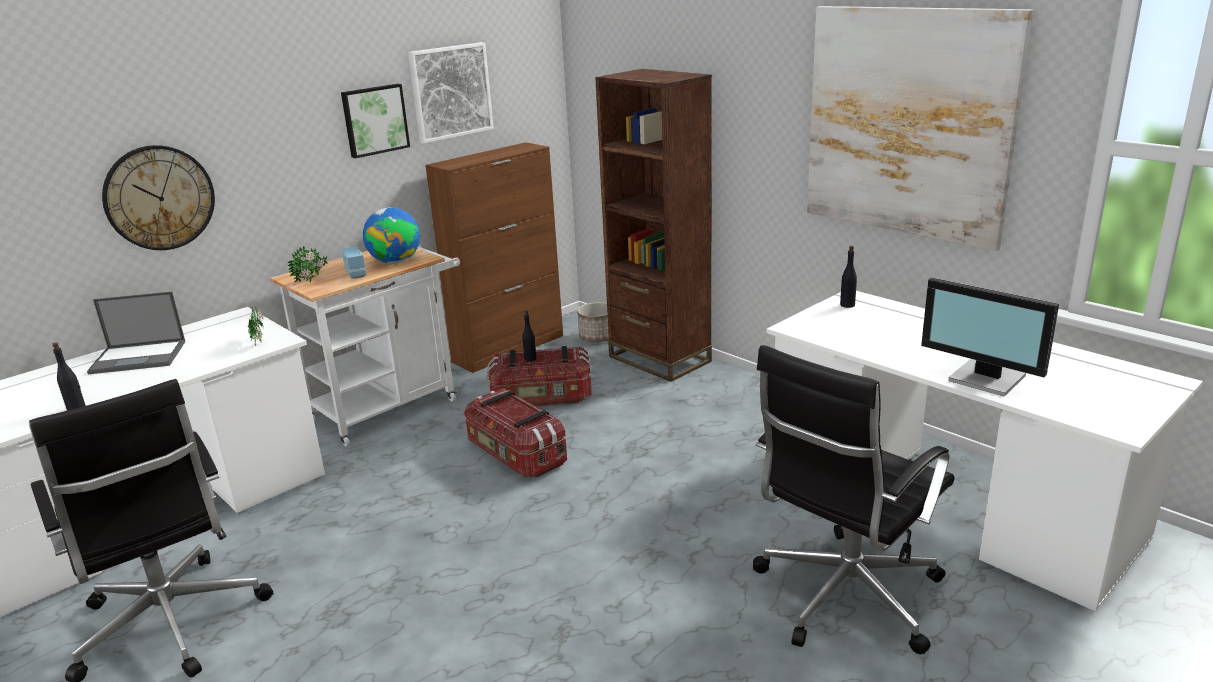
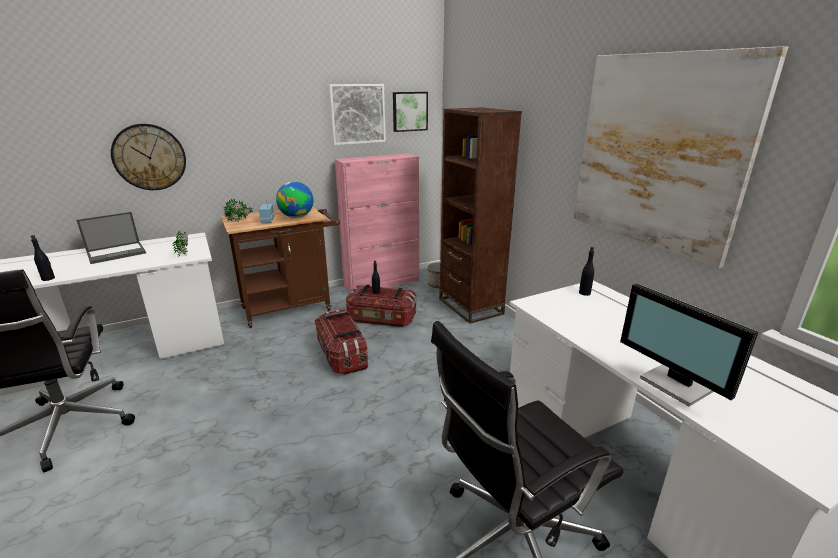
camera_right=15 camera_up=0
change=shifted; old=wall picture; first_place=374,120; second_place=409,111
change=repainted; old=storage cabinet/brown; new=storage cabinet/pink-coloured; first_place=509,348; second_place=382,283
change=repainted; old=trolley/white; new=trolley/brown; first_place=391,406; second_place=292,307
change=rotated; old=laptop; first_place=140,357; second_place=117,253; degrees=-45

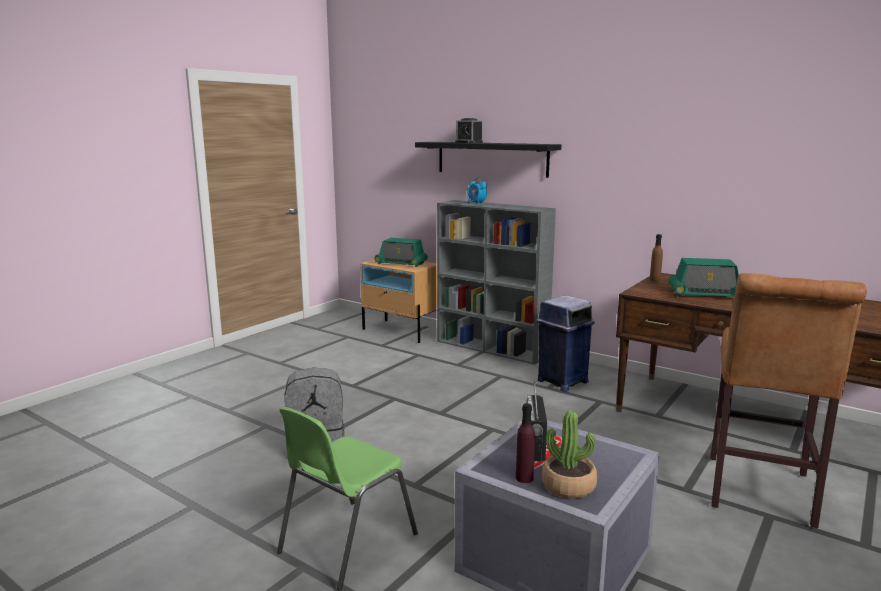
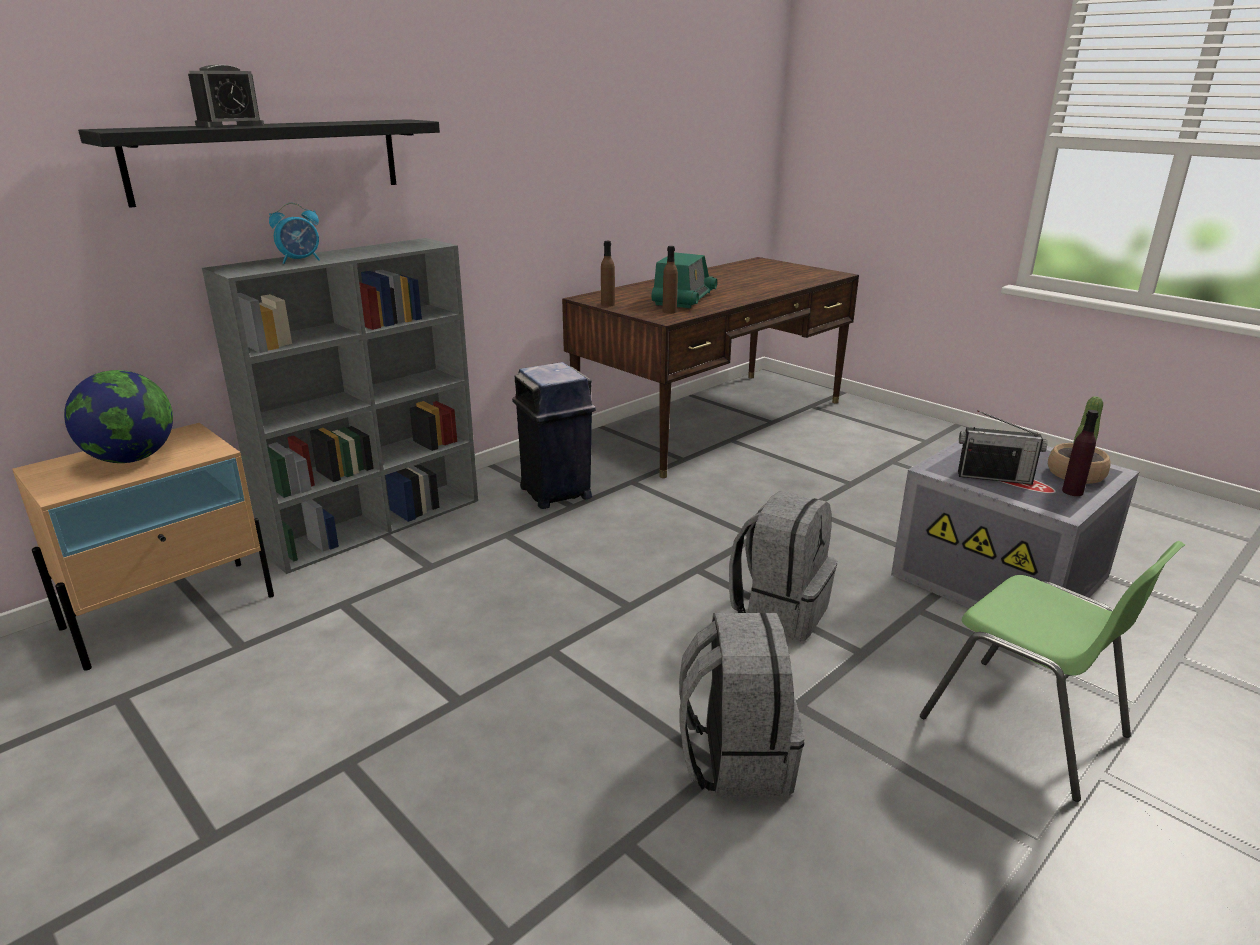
camera_right=-80 camera_up=10
change=swapped; old=radio set; new=desk globe; first_place=401,263; second_place=131,459
change=gone; old=sitting stool/brown; first_place=759,494
change=new; new=beverage bottle/brown; second_place=669,311
change=new; new=backpack/greyish; second_place=780,611

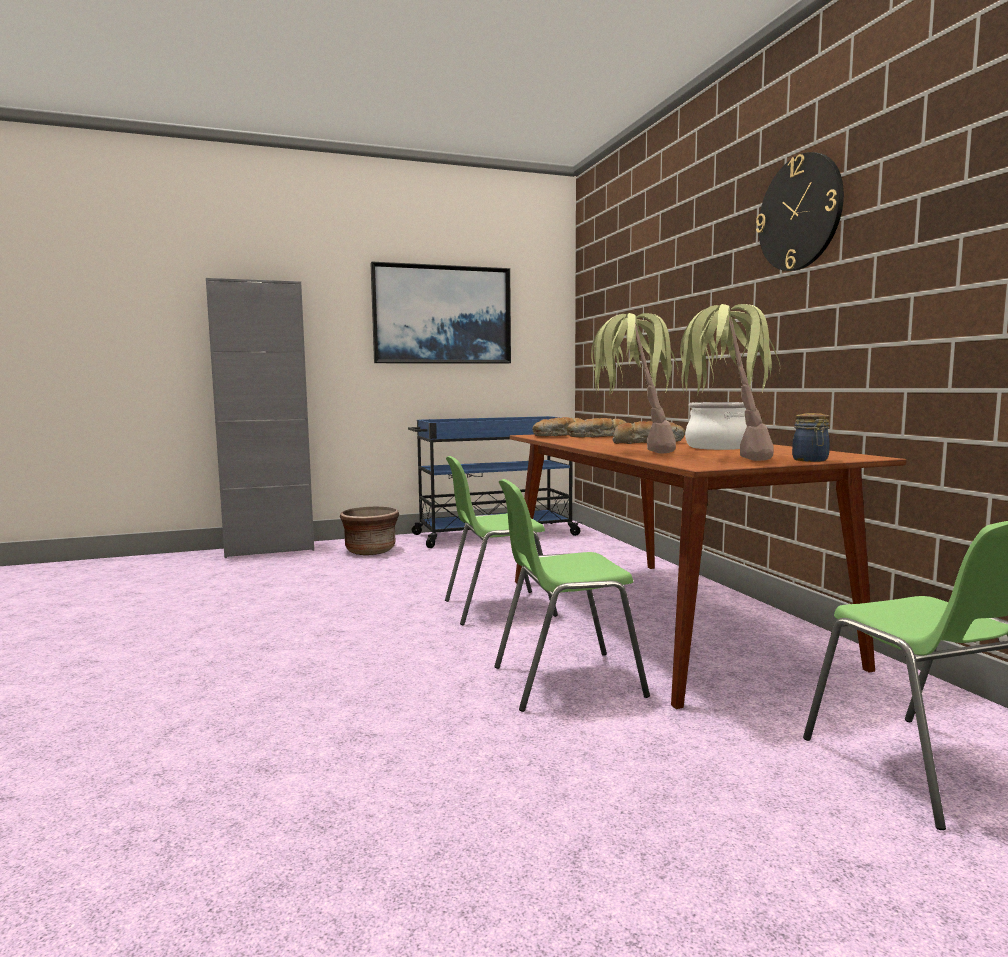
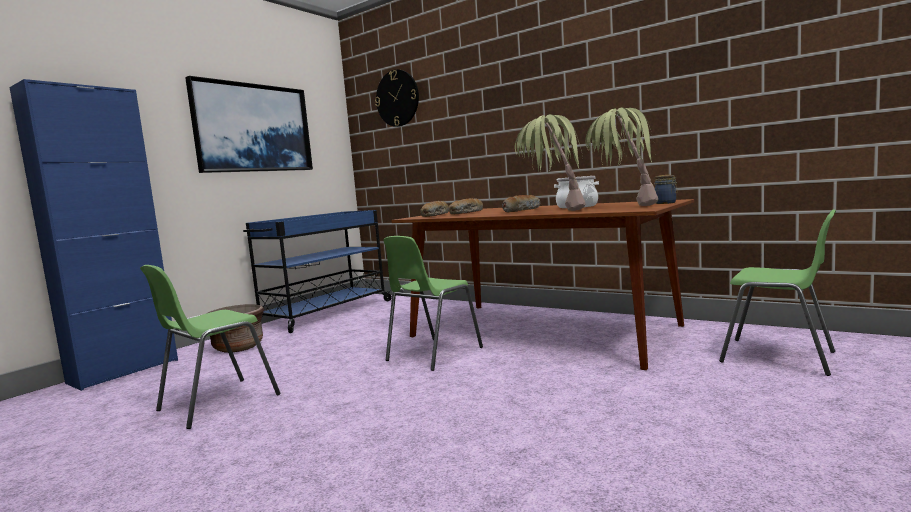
camera_right=-35 camera_up=0
change=shifted; old=wall clock; first_place=800,213; second_place=397,98
change=repainted; old=storage cabinet/greyish; new=storage cabinet/blue; first_place=270,550; second_place=124,371
change=shifted; old=upright chair/greenish; first_place=565,681; second_place=217,403

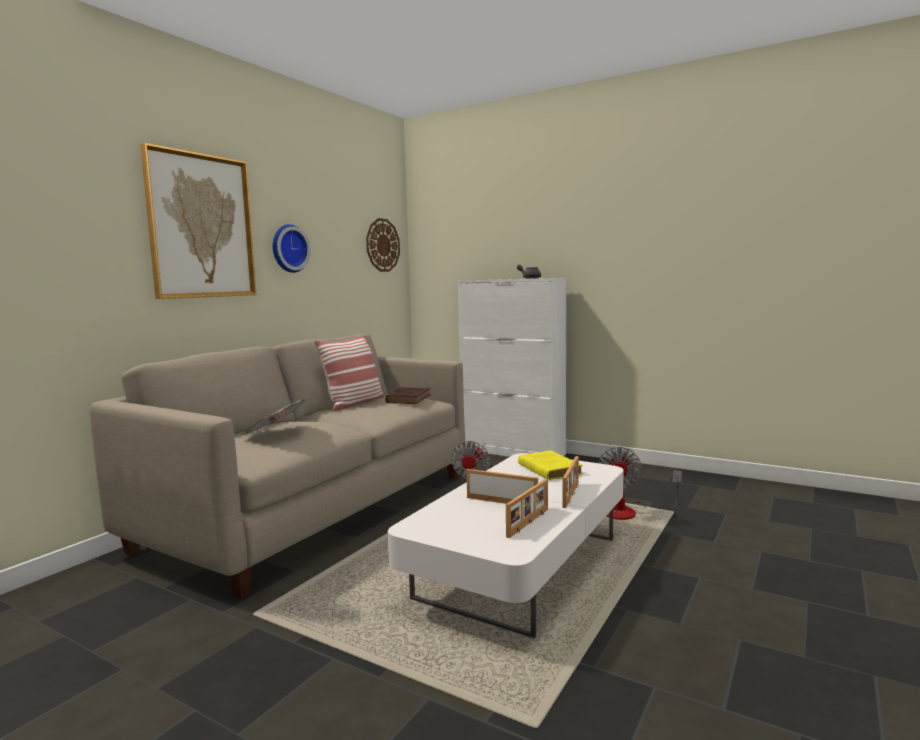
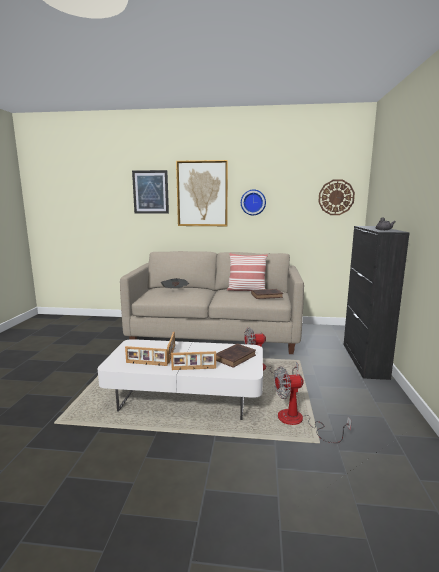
camera_right=65 camera_up=5
change=repainted; old=storage cabinet/white; new=storage cabinet/blackish; first_place=513,452; second_place=364,360
change=repainted; old=bound book/yellow; new=bound book/brown; first_place=548,469; second_place=235,357
change=new; new=wall picture; second_place=150,192

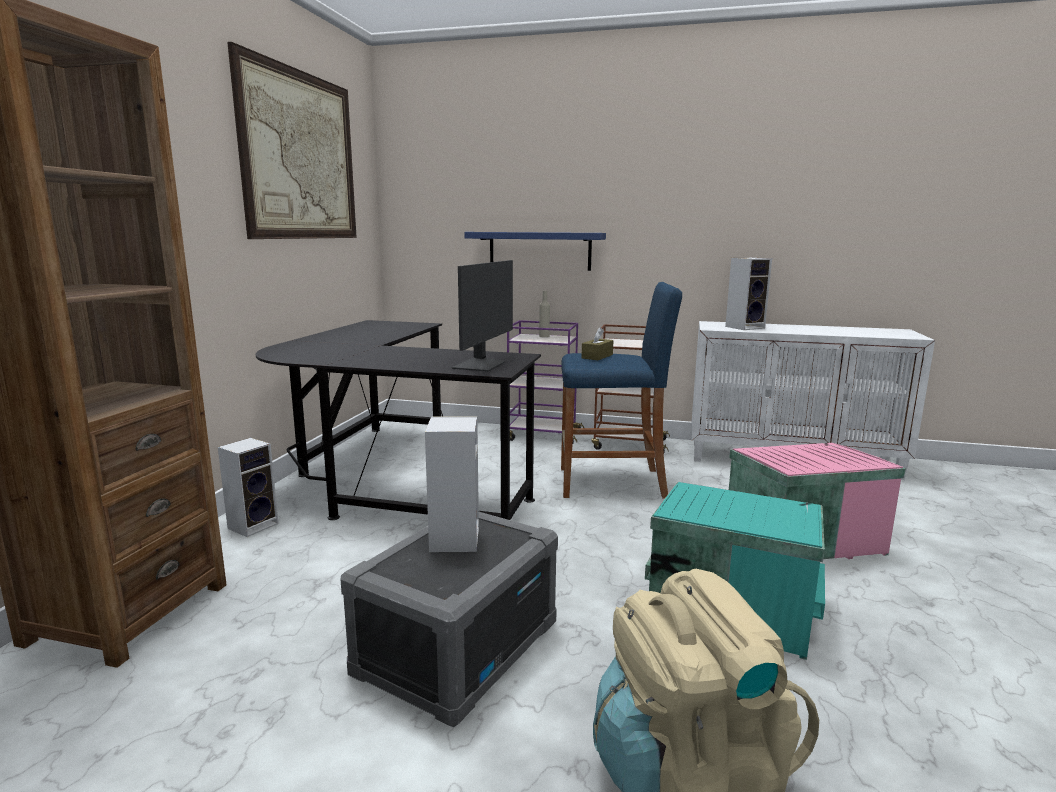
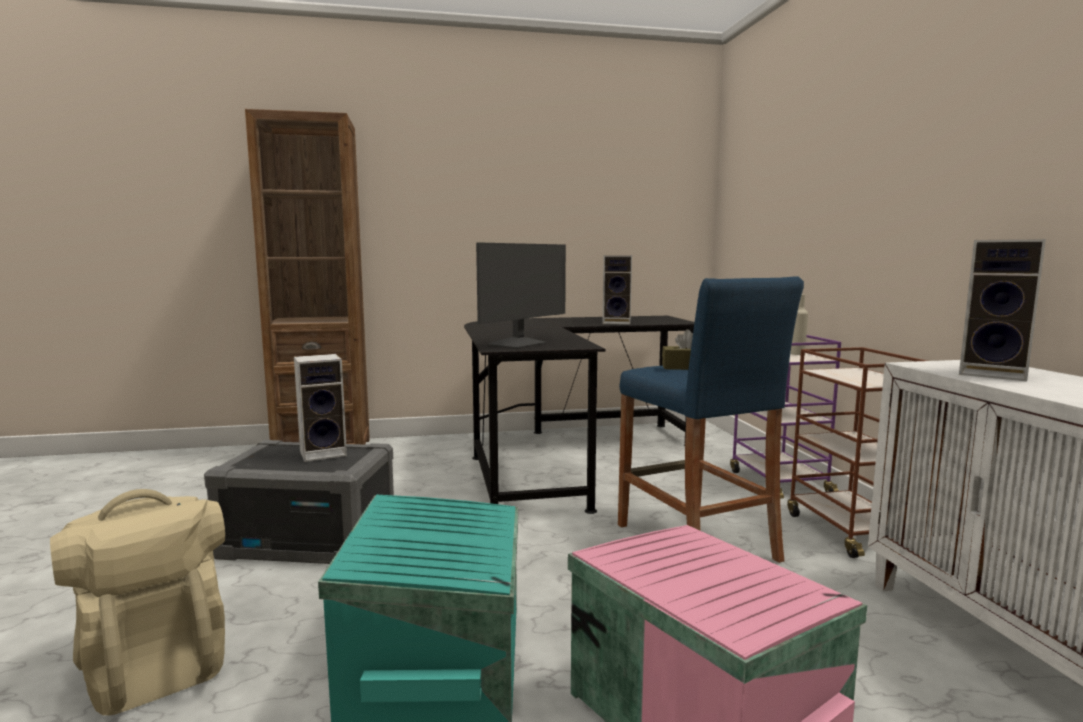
camera_right=65 camera_up=-5
change=gone; old=wall picture; first_place=301,156
change=gone; old=wall shelf/blue; first_place=540,251
change=rotated; old=computer display; first_place=481,365; second_place=518,344; degrees=-45
change=shifted; old=loudspeaker; first_place=254,525; second_place=618,322

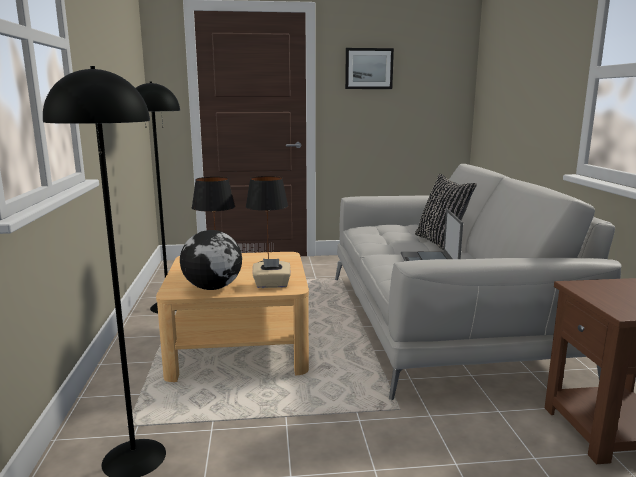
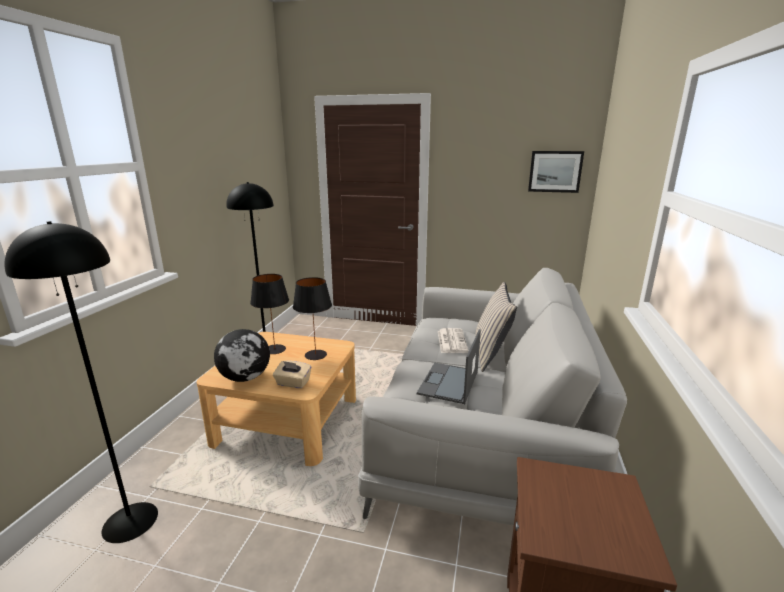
camera_right=20 camera_up=5
change=shifted; old=wall picture; first_place=369,68; second_place=555,171
change=repainted; old=throw pillow/blackish; new=throw pillow/sand-coloured; first_place=441,243; second_place=491,354
change=new; new=daily paper; second_place=451,341

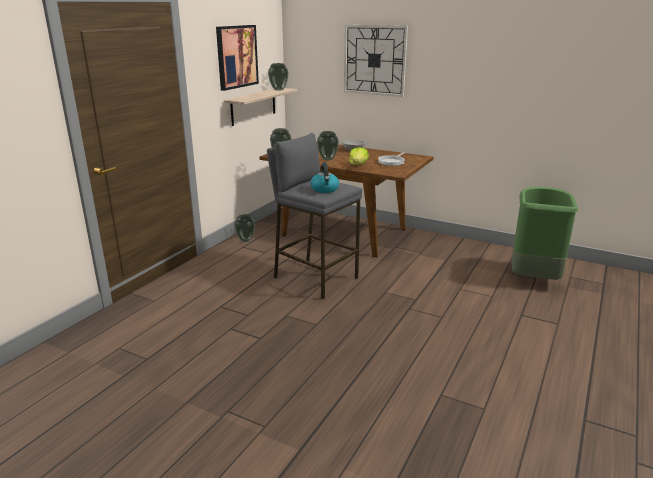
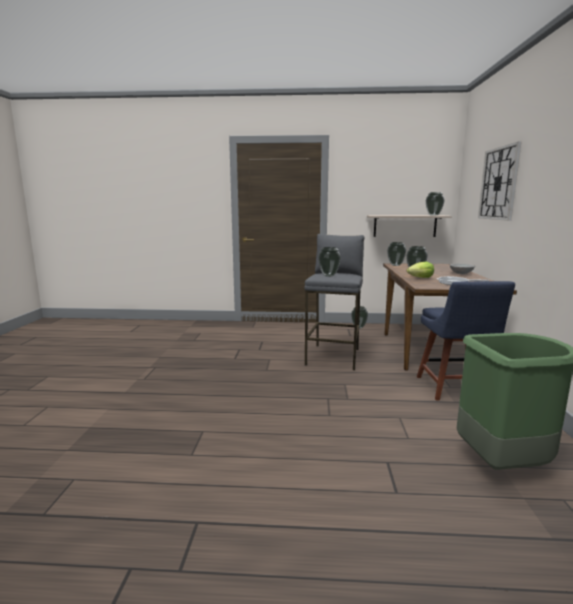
camera_right=65 camera_up=-10
change=gone; old=wall picture; first_place=236,56
change=swapped; old=kettle; new=decorative vase; first_place=325,189; second_place=329,275
change=new; new=upright chair/blue; second_place=455,389

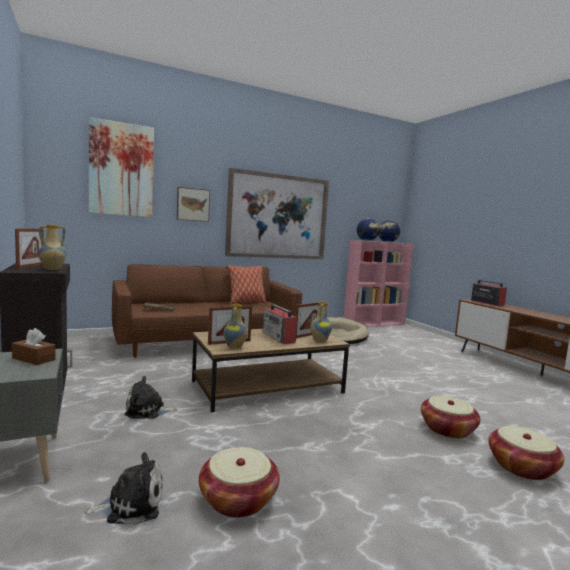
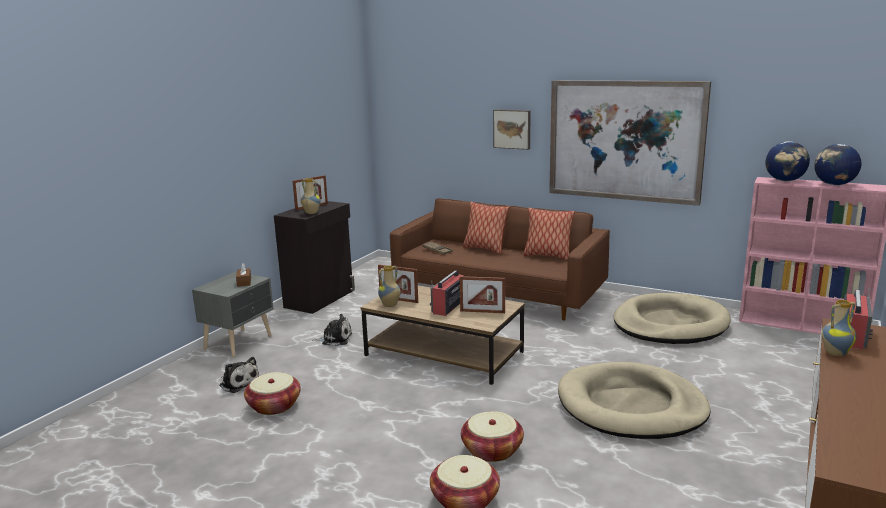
camera_right=55 camera_up=10
change=gone; old=wall picture; first_place=121,169
change=shifted; old=decorative vase; first_place=319,341; second_place=835,353
change=rotated; old=cuddly toy; first_place=147,411; second_place=335,339; degrees=135
change=new; new=throw pillow; second_place=485,249
change=new; new=pet bed/sand-coloured; second_place=631,406

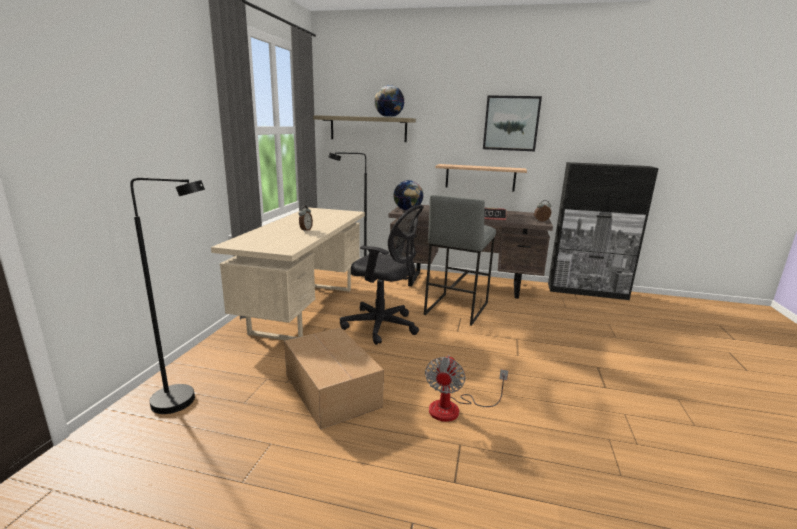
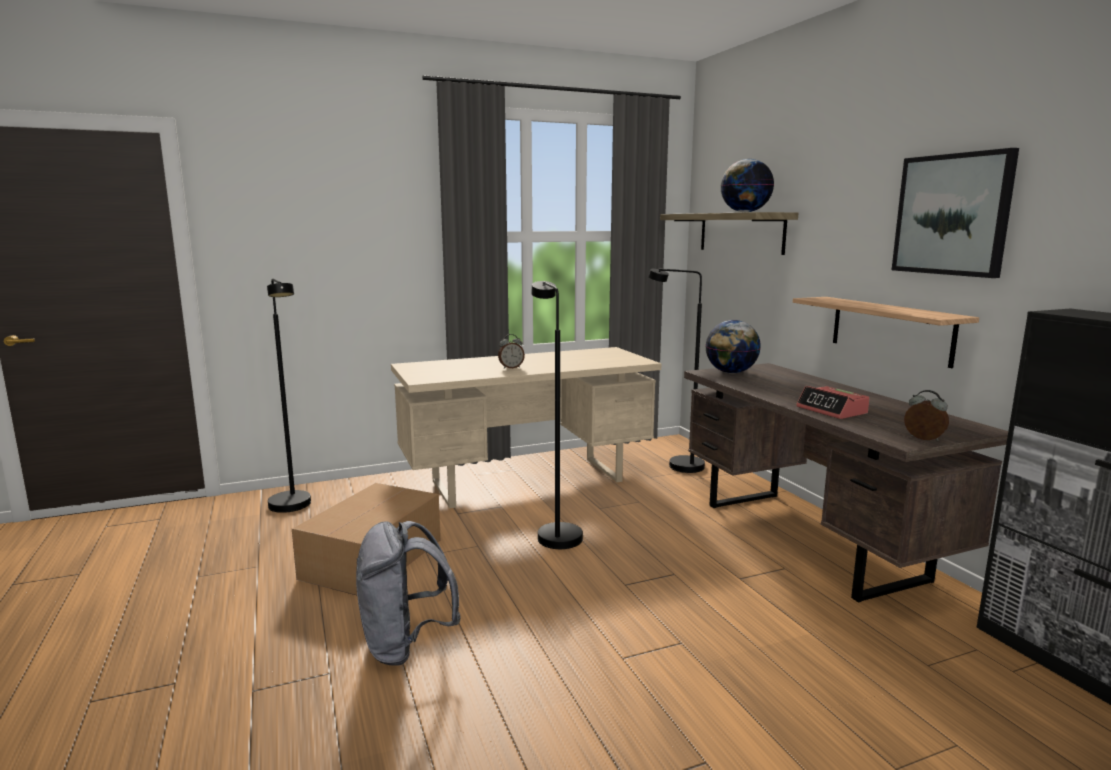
camera_right=55 camera_up=-5
change=gone; old=sitting stool/greyish; first_place=456,308
change=swapped; old=desk chair/blackish; new=standard lamp/blackish; first_place=383,326; second_place=555,533
change=swapped; old=cooling fan; new=backpack/greyish; first_place=454,408; second_place=405,645

